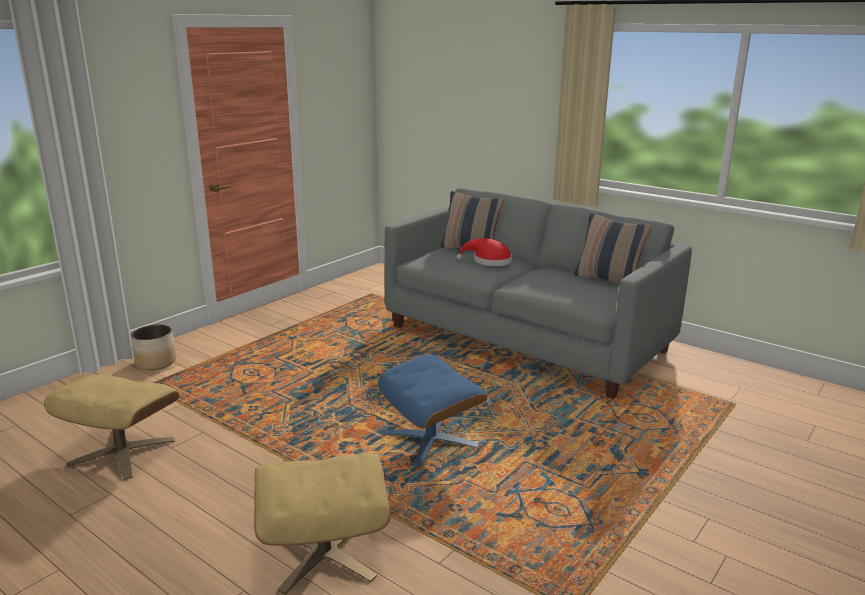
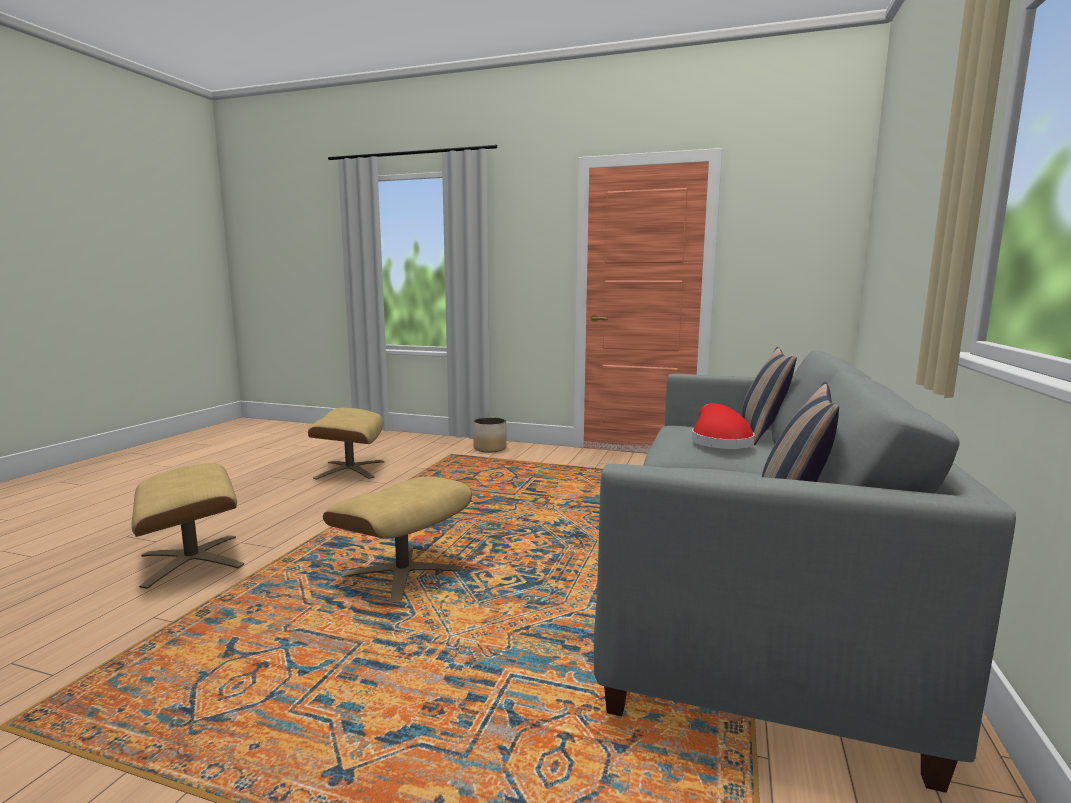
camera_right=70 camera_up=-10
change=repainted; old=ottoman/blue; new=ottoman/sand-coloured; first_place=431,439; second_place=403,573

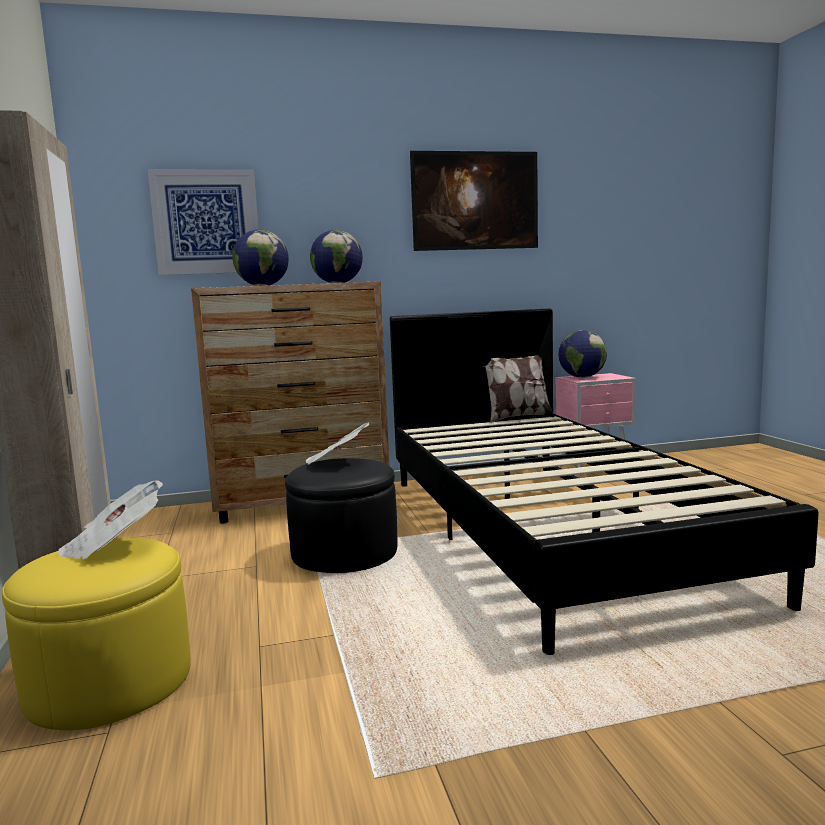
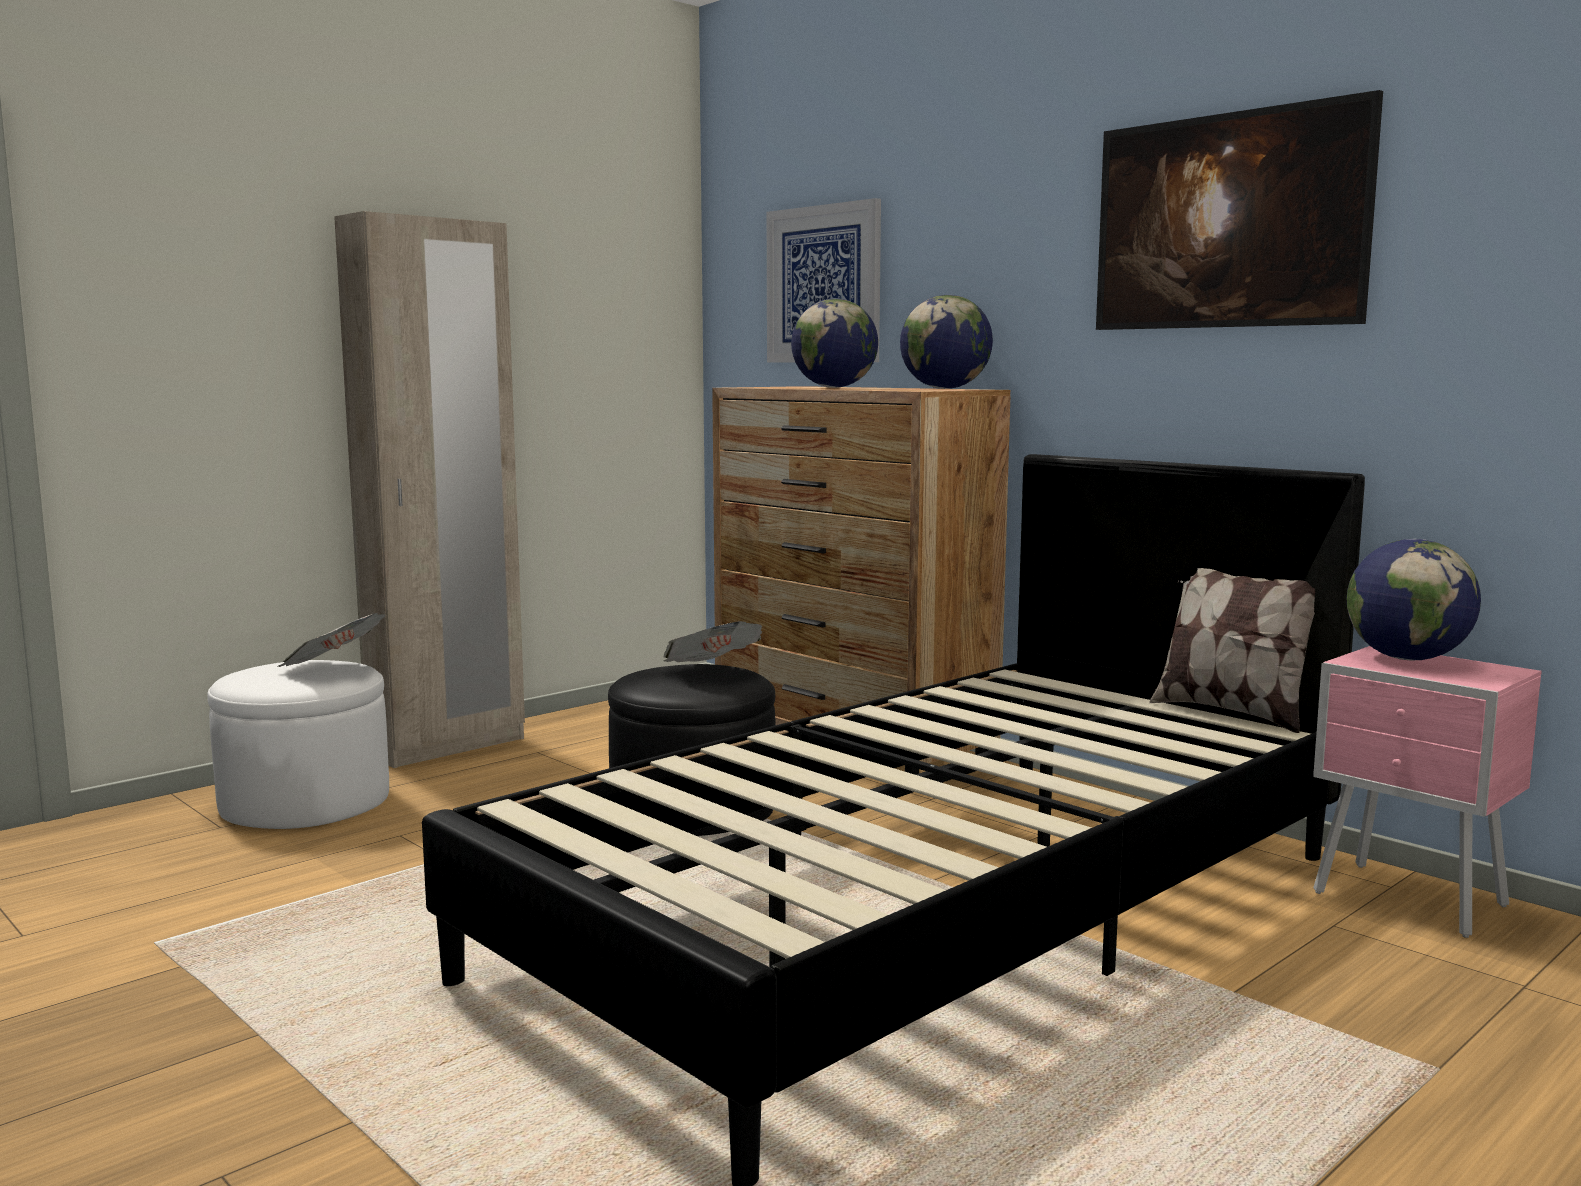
camera_right=60 camera_up=0
change=repainted; old=ottoman/yellow; new=ottoman/white; first_place=109,681; second_place=305,801

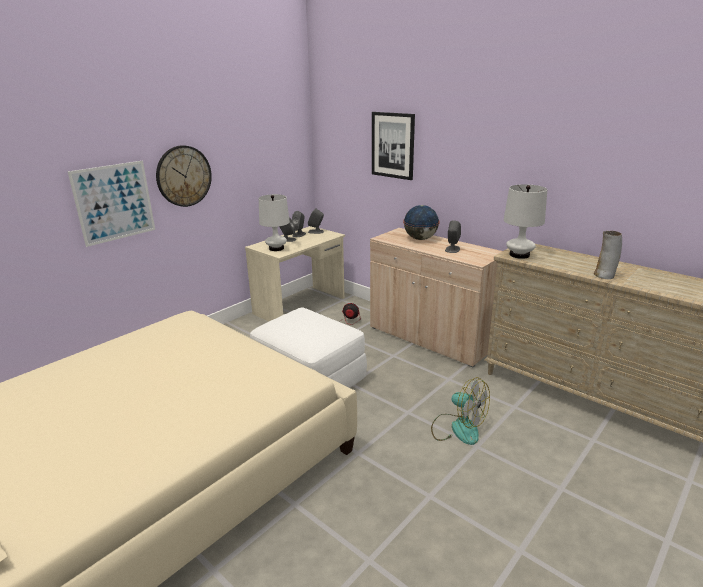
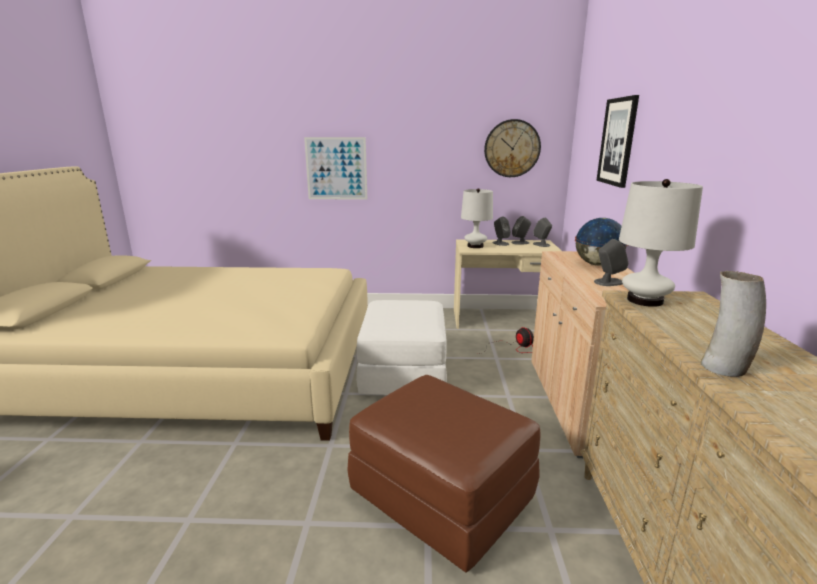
camera_right=50 camera_up=-5
change=shifted; old=wall clock; first_place=184,176; second_place=512,148
change=swapped; old=cooling fan; new=ottoman/brown; first_place=458,428; second_place=443,495

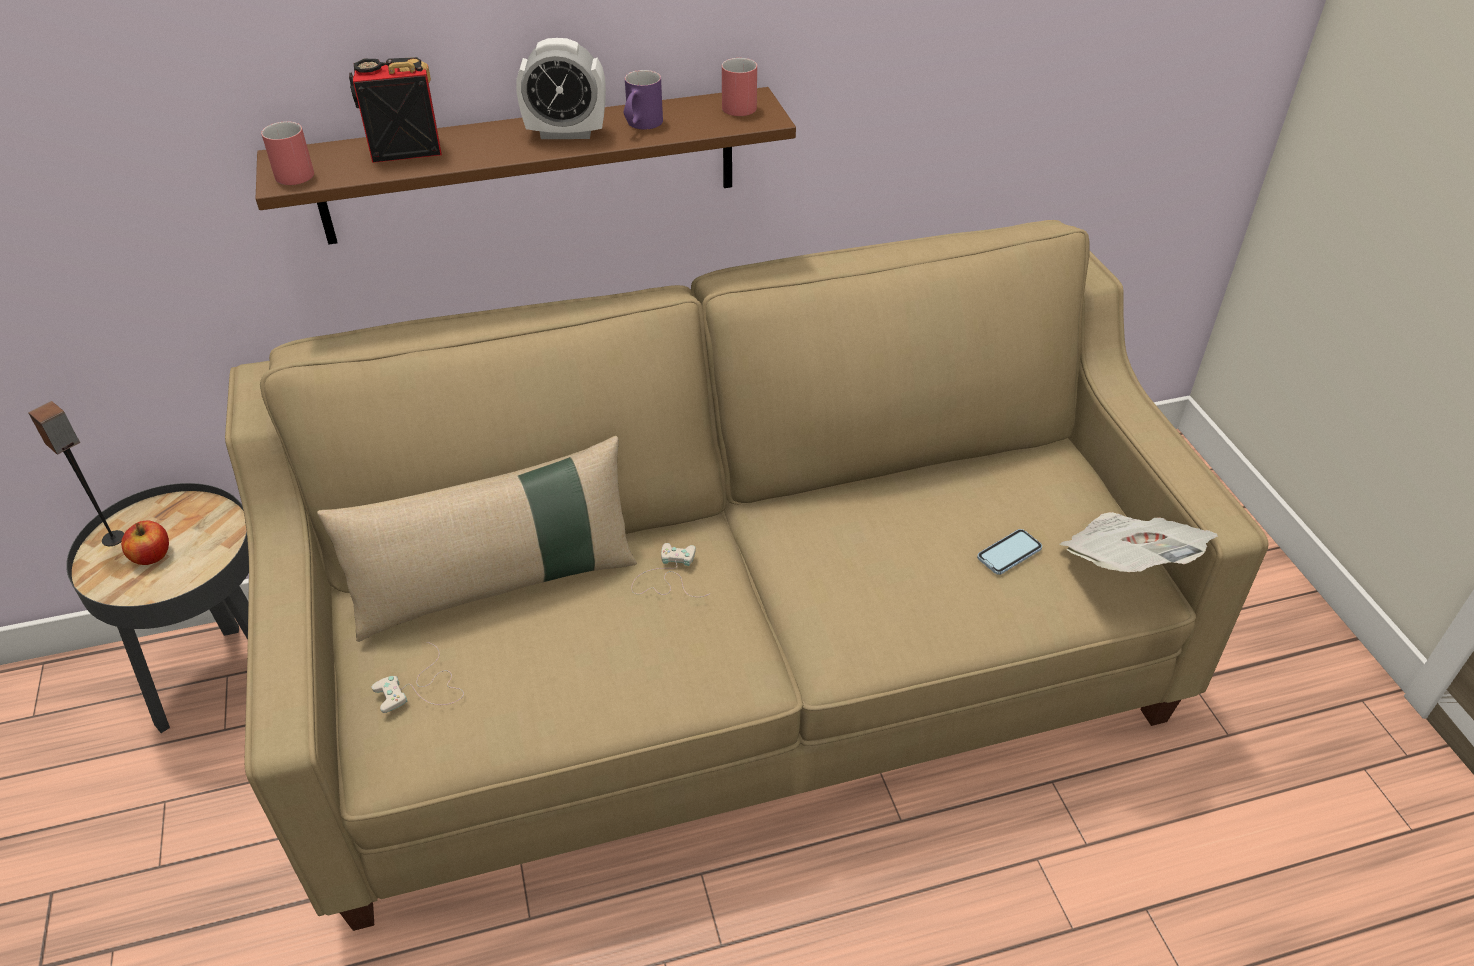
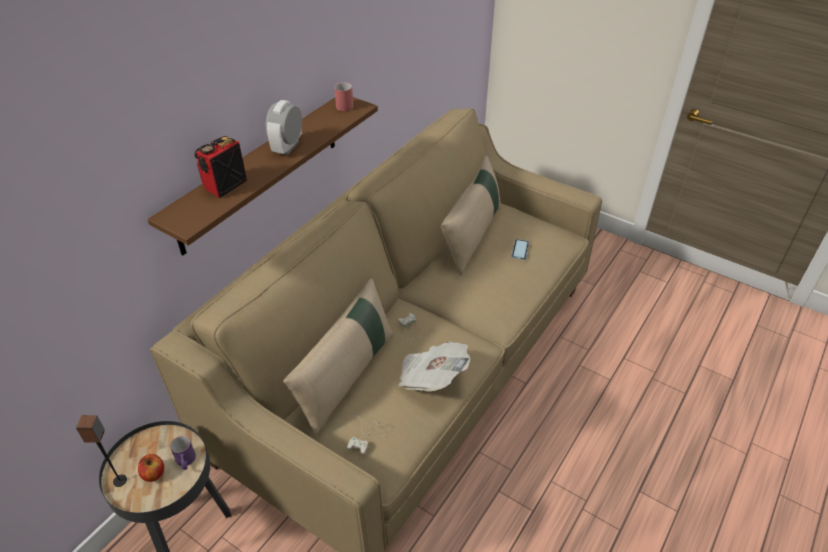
camera_right=-40 camera_up=0
change=rotated; old=bedside clock; first_place=566,133; second_place=287,147; degrees=150
change=shifted; old=coffee mug/purple-coloured; first_place=641,126; second_place=186,462
change=gone; old=coffee mug/reddish; first_place=290,172
change=shifted; old=daily paper; first_place=1127,564; second_place=431,377
change=new; new=throw pillow/sand-coloured; second_place=472,236

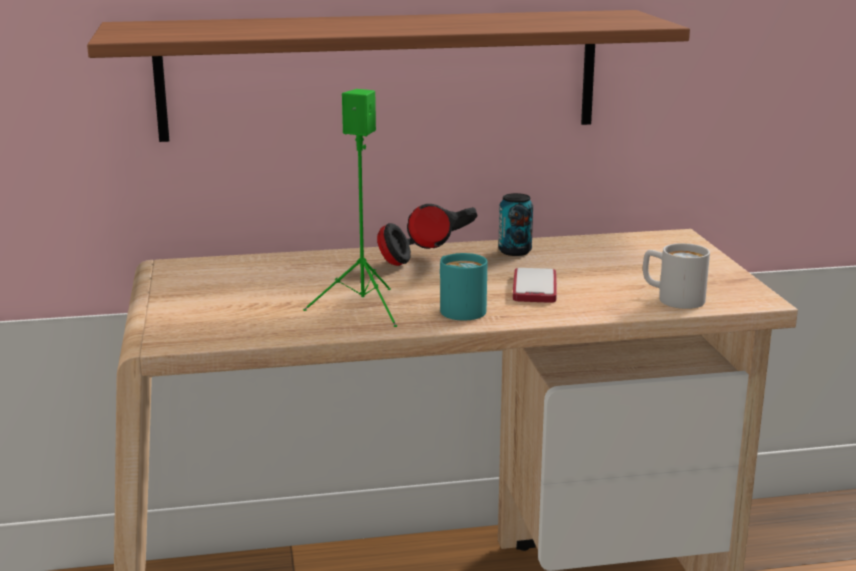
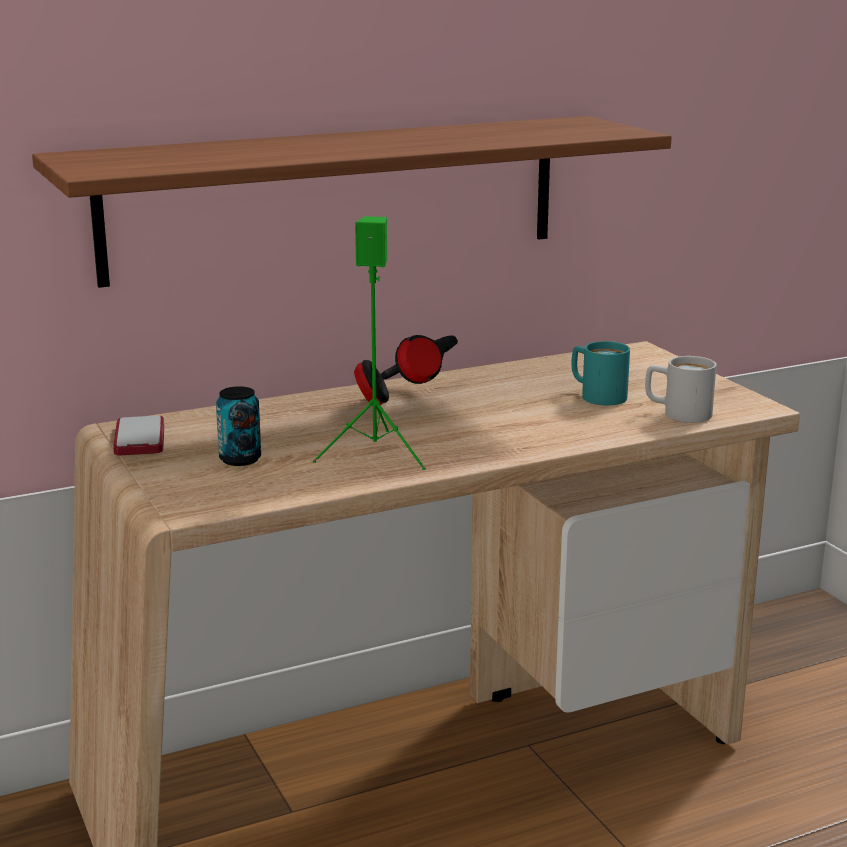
camera_right=-15 camera_up=0
change=shifted; old=metal can; first_place=515,251; second_place=240,459
change=shifted; old=coffee mug/turquoise-coloured; first_place=457,308; second_place=596,395
change=shifted; old=phone; first_place=534,288; second_place=139,438

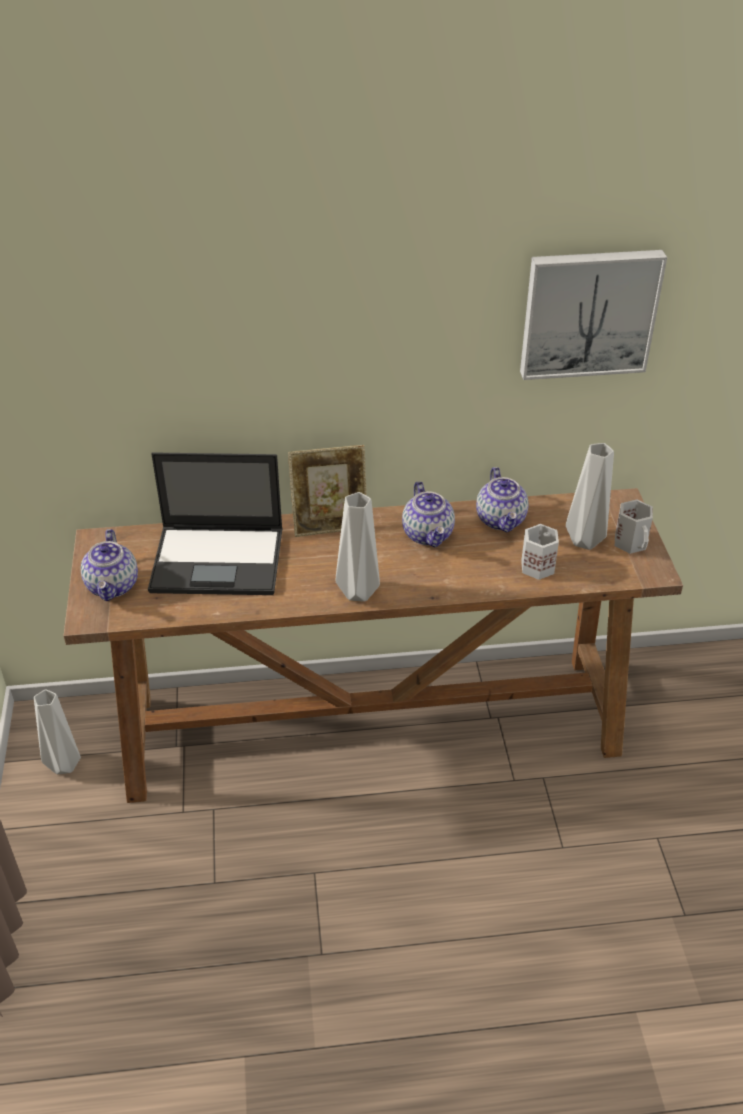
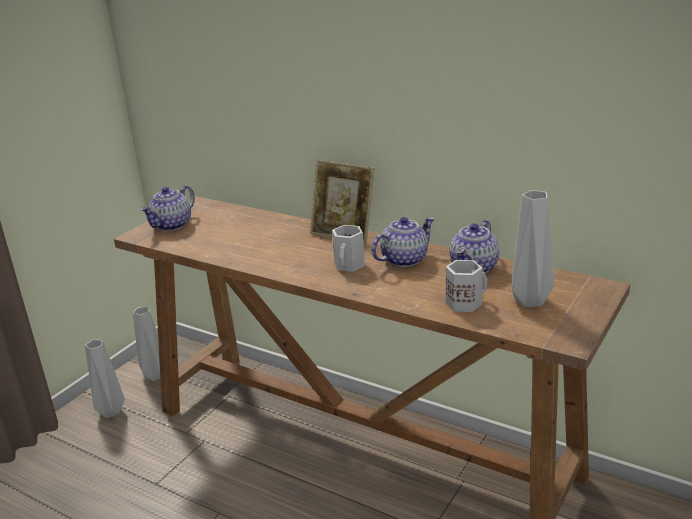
camera_right=40 camera_up=-15
change=gone; old=wall picture; first_place=588,312
change=gone; old=laptop; first_place=219,560
change=rotated; old=pot for tea; first_place=428,534; second_place=404,259; degrees=-150
change=shifted; old=decorative vase/greyish; first_place=360,593; second_place=111,413
change=shifted; old=coffee mug/white; first_place=632,542; second_place=350,265

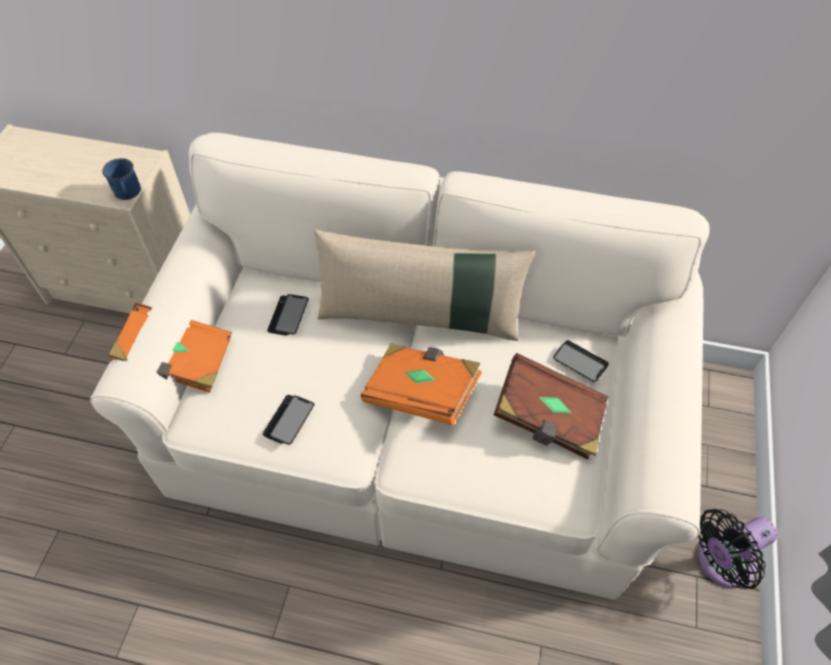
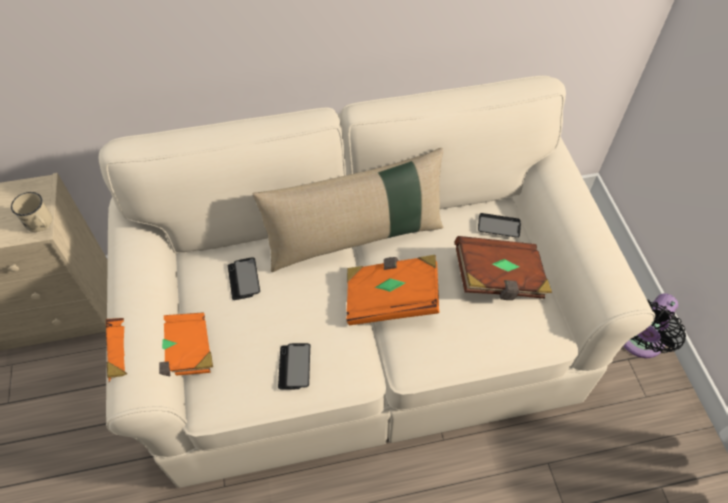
camera_right=-25 camera_up=0
change=repainted; old=coffee mug/blue; new=coffee mug/sand-coloured; first_place=128,193; second_place=41,224

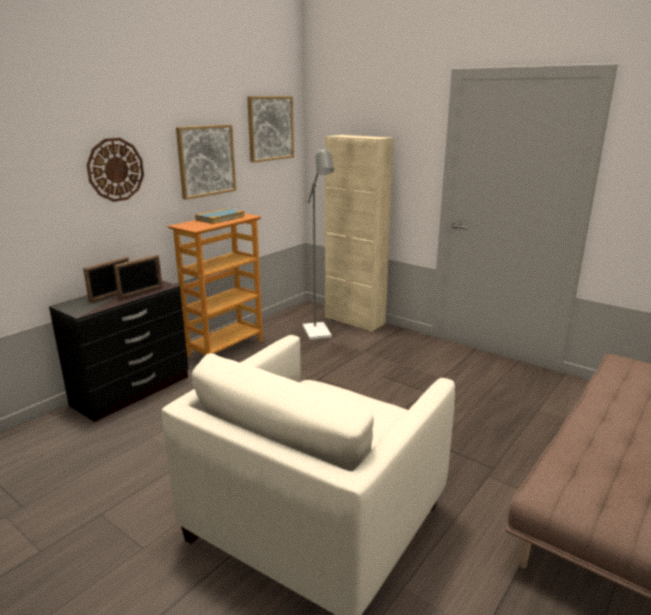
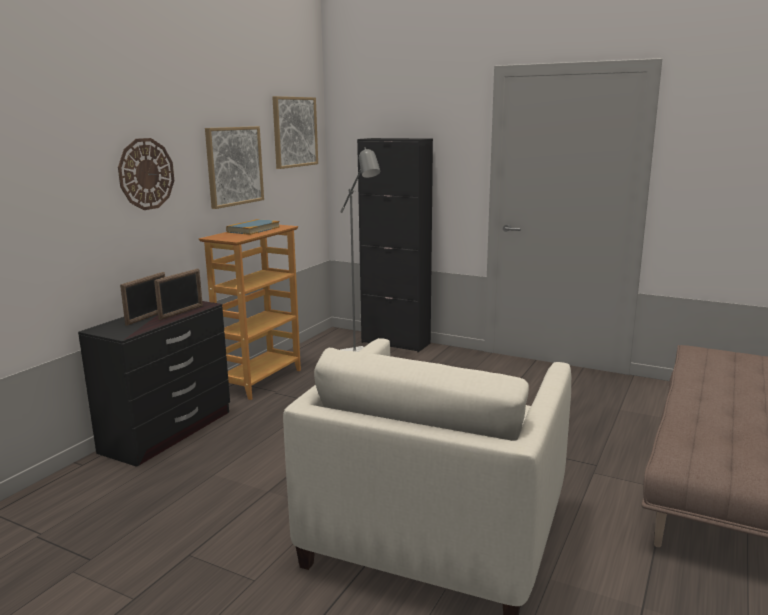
camera_right=-10 camera_up=-5
change=repainted; old=storage cabinet/sand-coloured; new=storage cabinet/blackish; first_place=354,320; second_place=395,343

